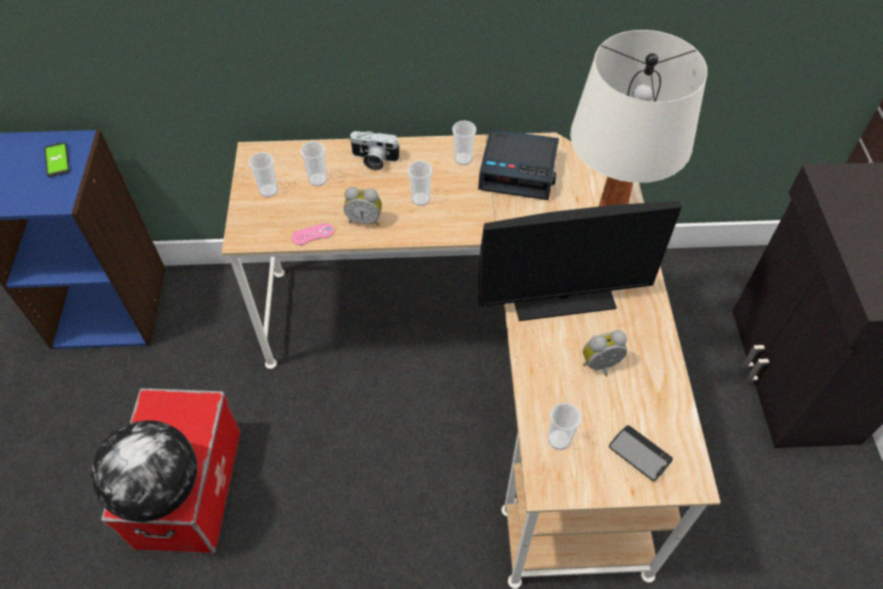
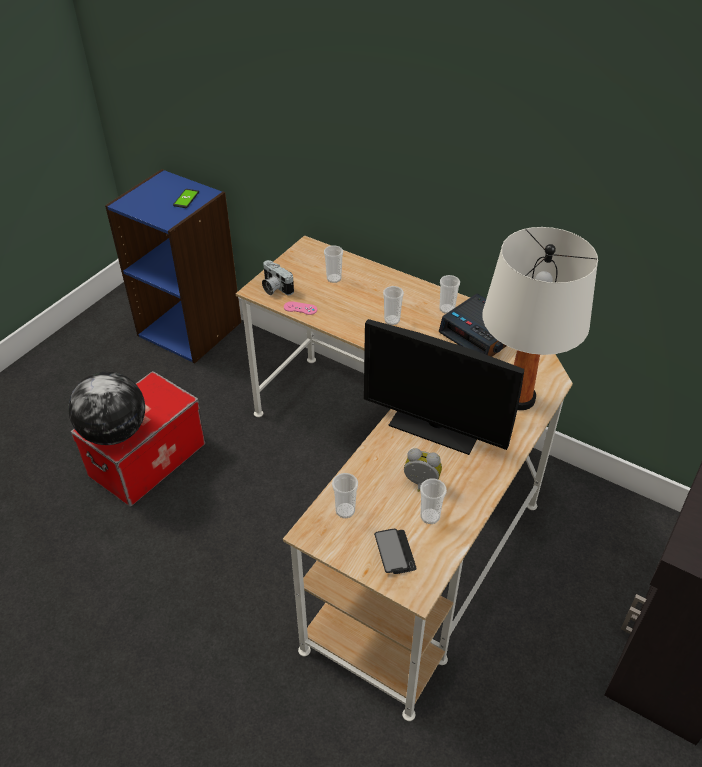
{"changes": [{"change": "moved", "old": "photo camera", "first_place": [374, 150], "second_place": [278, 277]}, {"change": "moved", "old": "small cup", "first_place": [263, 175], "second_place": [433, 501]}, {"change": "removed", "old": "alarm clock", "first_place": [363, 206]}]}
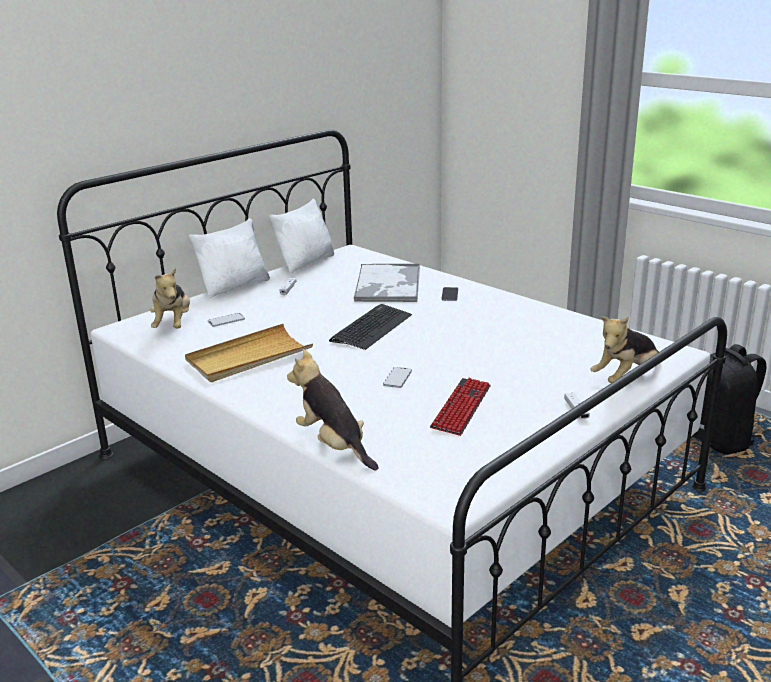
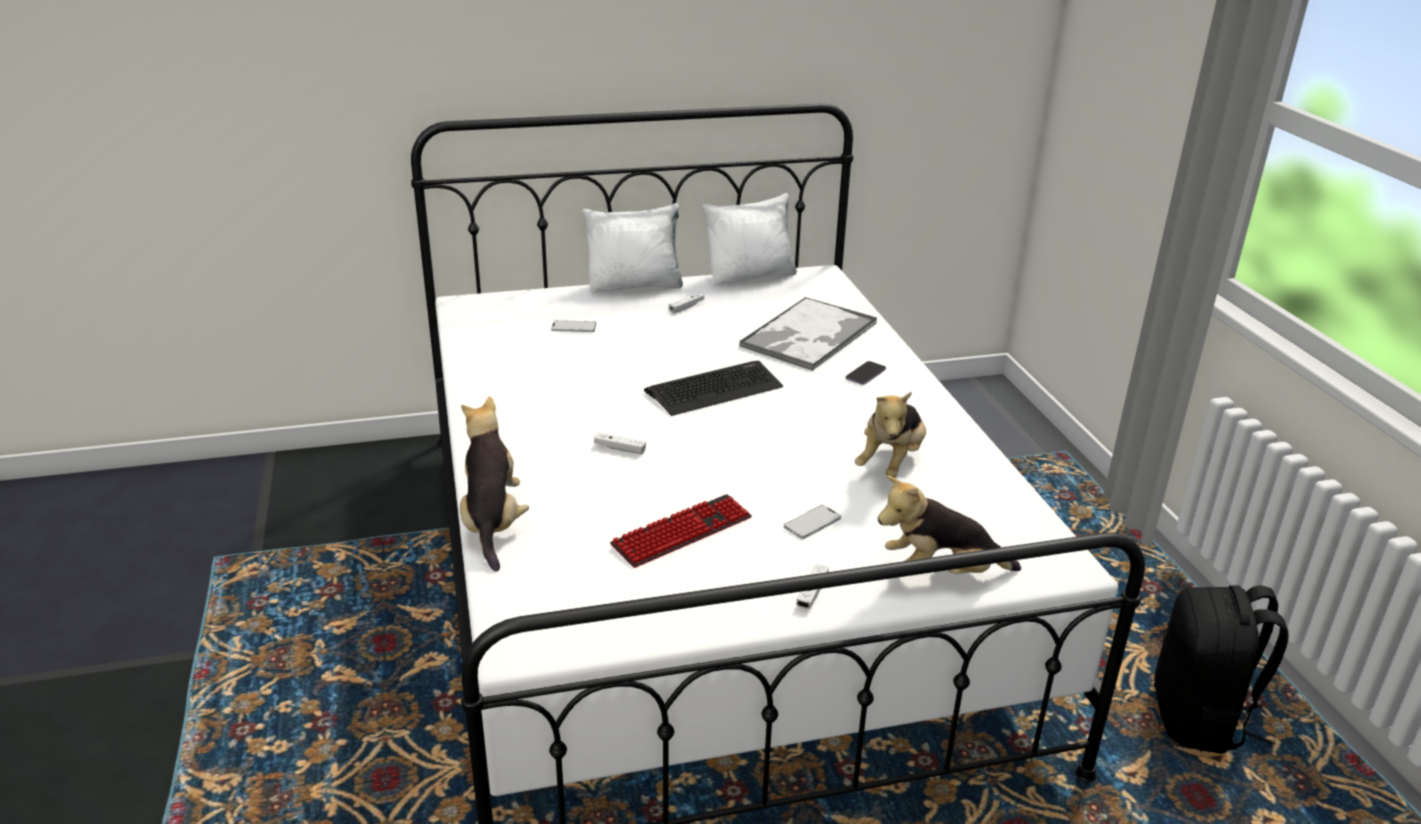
{"changes": [{"change": "moved", "old": "plush toy", "first_place": [170, 298], "second_place": [890, 434]}, {"change": "removed", "old": "sand-coloured carrying tray", "first_place": [249, 353]}, {"change": "moved", "old": "phone", "first_place": [397, 377], "second_place": [812, 522]}, {"change": "added", "new": "white gamepad", "second_place": [620, 443]}]}
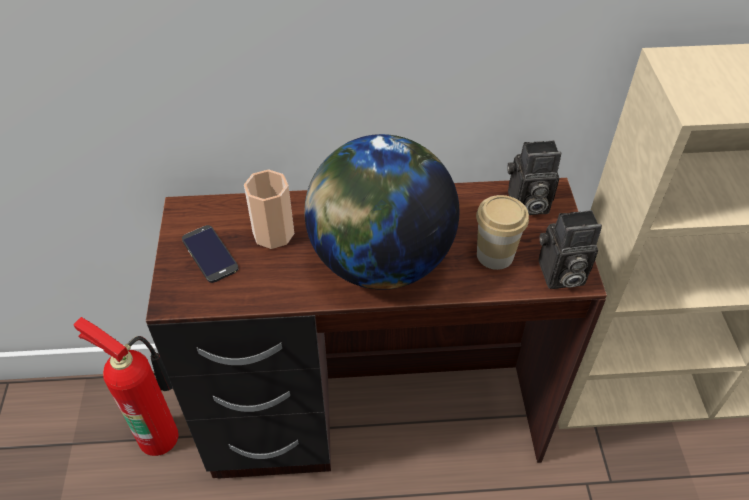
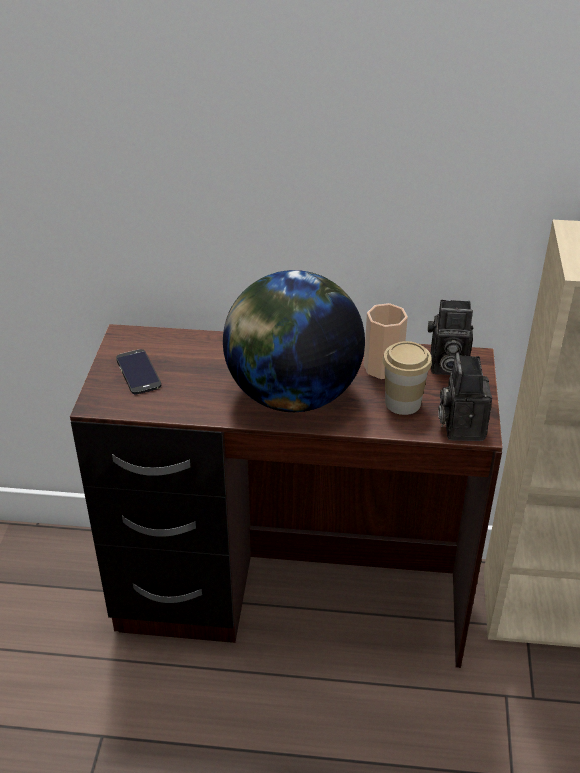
{"changes": [{"change": "moved", "old": "small cup", "first_place": [269, 209], "second_place": [386, 341]}, {"change": "turned", "old": "photo camera", "first_place": [570, 249], "second_place": [465, 397], "degrees": 90}, {"change": "removed", "old": "fire extinguisher", "first_place": [126, 386]}]}
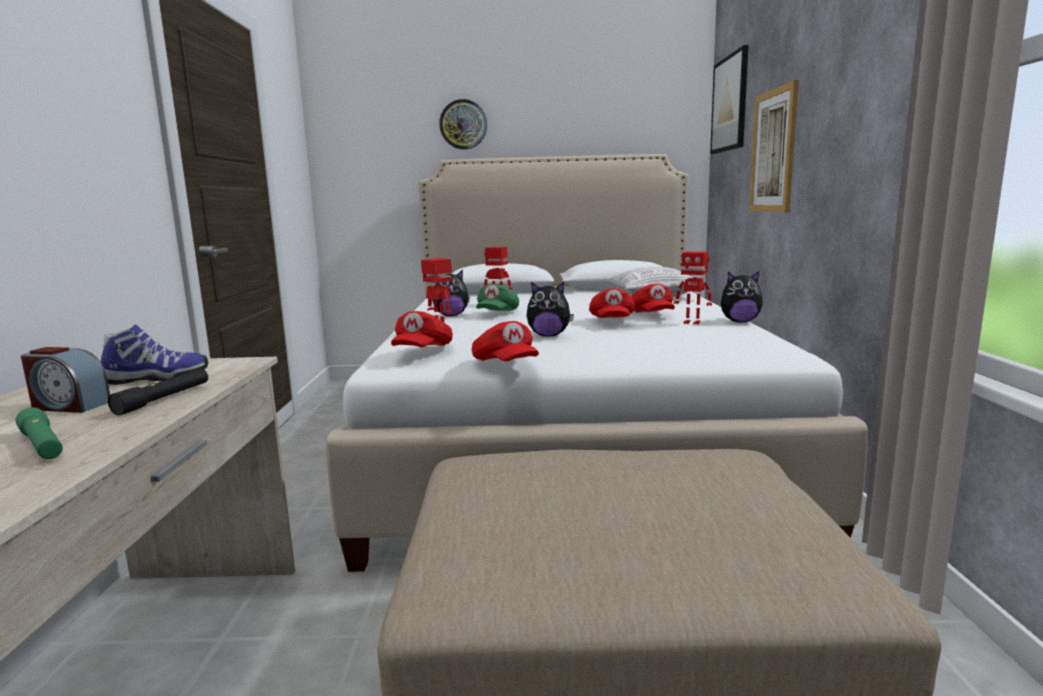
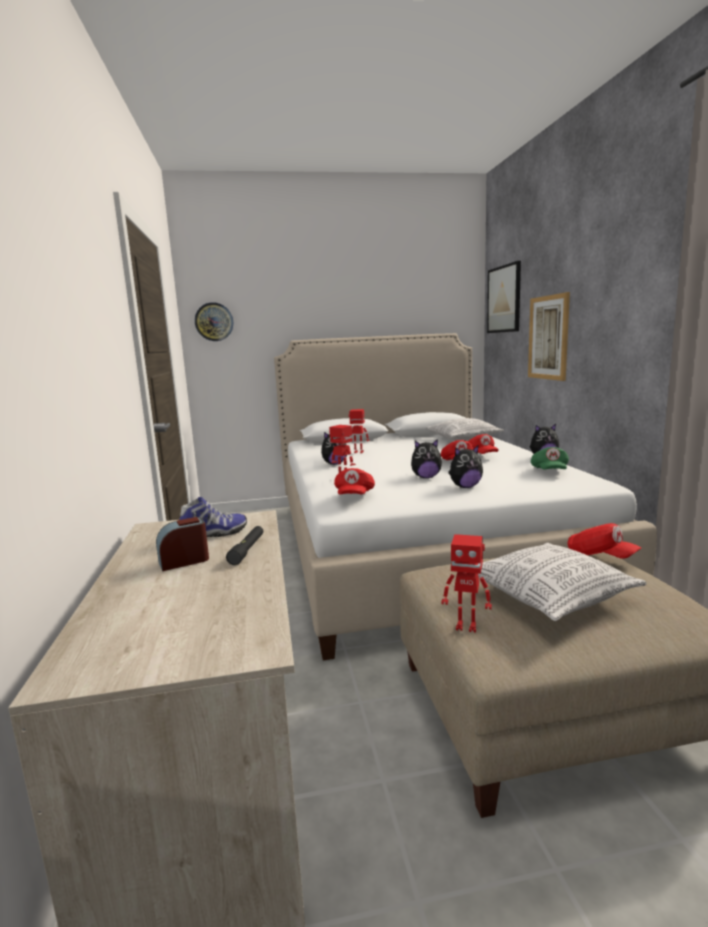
{"changes": [{"change": "moved", "old": "hanging clock", "first_place": [463, 124], "second_place": [214, 321]}, {"change": "moved", "old": "robot figure", "first_place": [693, 288], "second_place": [467, 583]}, {"change": "moved", "old": "green baseball cap", "first_place": [497, 297], "second_place": [550, 458]}, {"change": "moved", "old": "red baseball cap", "first_place": [505, 341], "second_place": [604, 541]}, {"change": "turned", "old": "alarm clock", "first_place": [65, 380], "second_place": [182, 544], "degrees": 150}, {"change": "removed", "old": "green hand torch", "first_place": [39, 433]}, {"change": "added", "new": "plush toy", "second_place": [465, 467]}, {"change": "added", "new": "throw pillow", "second_place": [562, 582]}]}
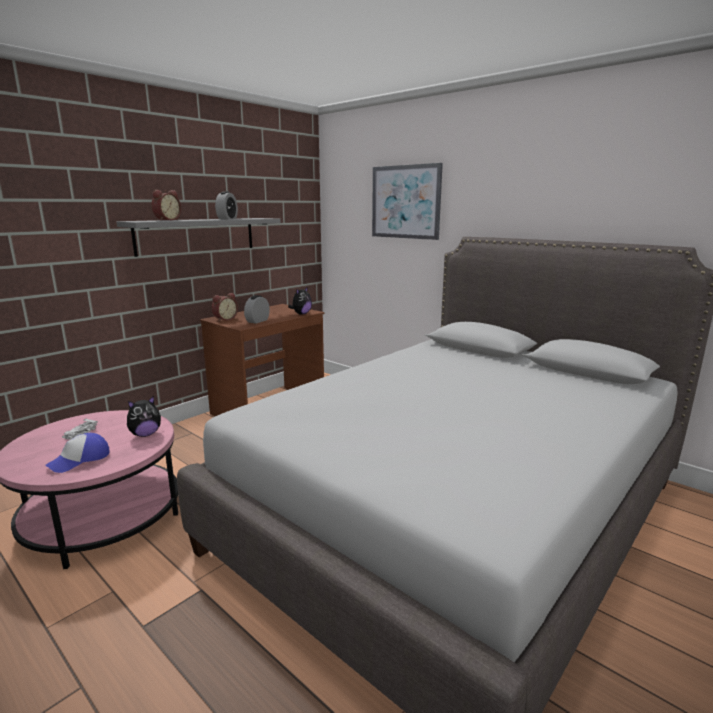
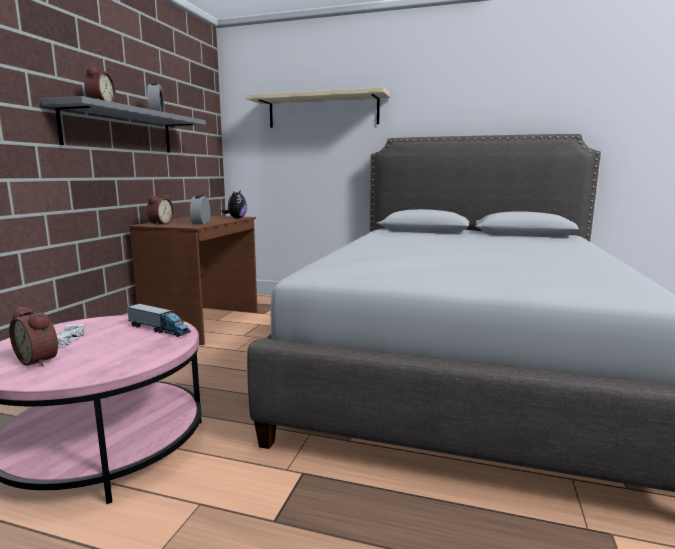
{"changes": [{"change": "replaced", "old": "picture", "new": "sand-coloured wall shelf", "first_place": [407, 201], "second_place": [318, 107]}, {"change": "replaced", "old": "plush toy", "new": "toy lorry", "first_place": [144, 416], "second_place": [159, 320]}, {"change": "removed", "old": "baseball cap", "first_place": [77, 453]}, {"change": "added", "new": "alarm clock", "second_place": [33, 337]}]}
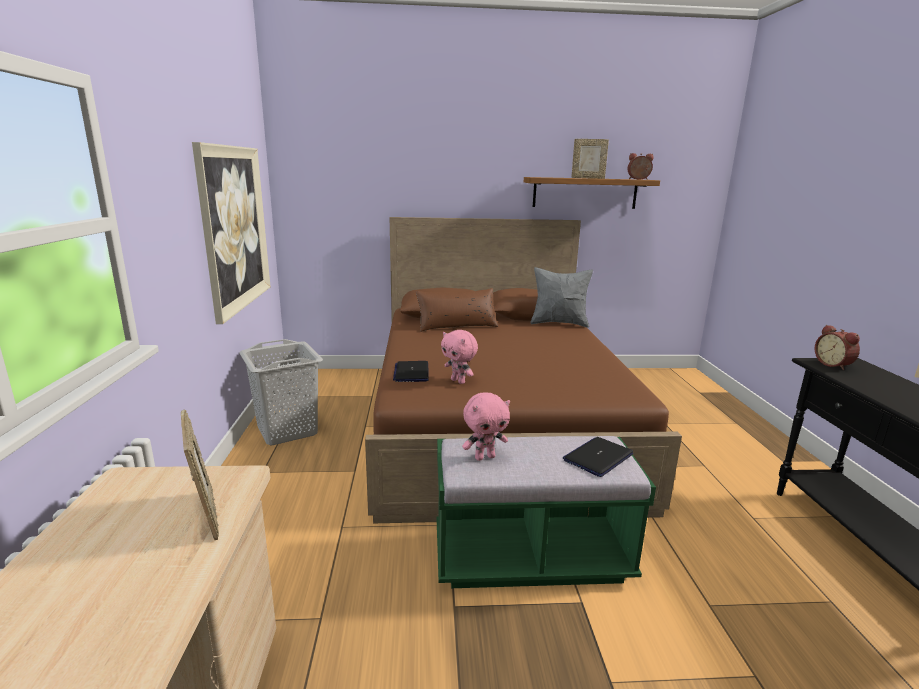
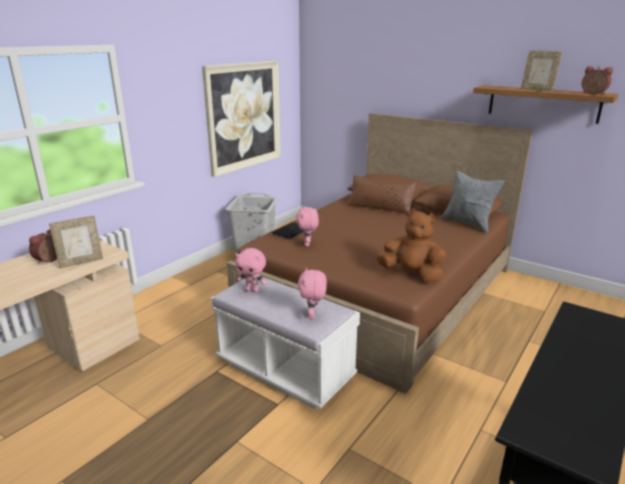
{"changes": [{"change": "moved", "old": "alarm clock", "first_place": [837, 347], "second_place": [43, 246]}, {"change": "turned", "old": "photo frame", "first_place": [200, 475], "second_place": [76, 242], "degrees": 45}, {"change": "recoloured", "old": "green bench", "new": "white bench", "first_place": [546, 512], "second_place": [285, 343]}, {"change": "replaced", "old": "laptop", "new": "pink plush toy", "first_place": [598, 457], "second_place": [312, 293]}, {"change": "added", "new": "brownish plush toy", "second_place": [411, 245]}]}
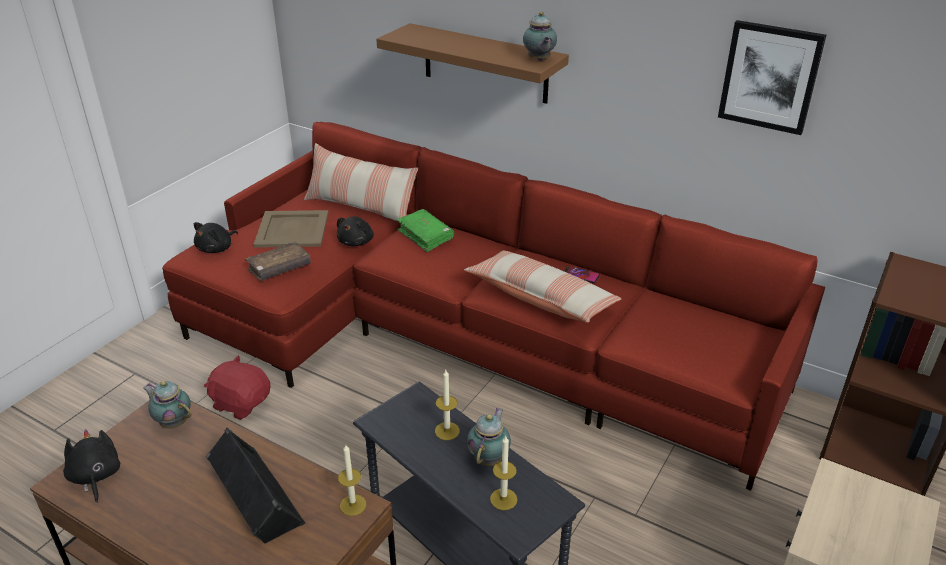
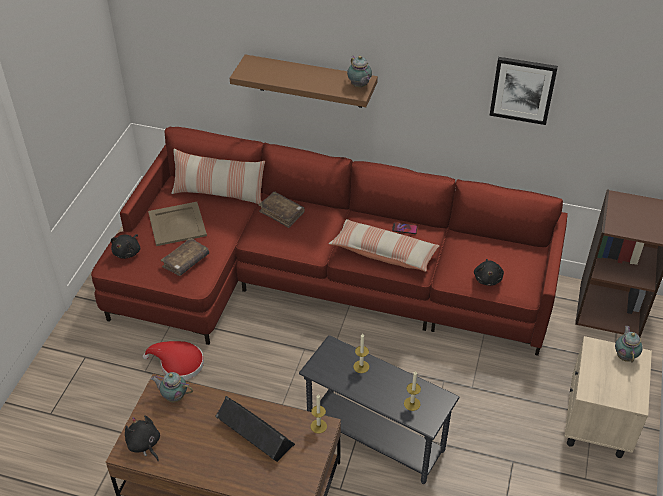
{"changes": [{"change": "recoloured", "old": "green bound book", "new": "brownish bound book", "first_place": [425, 230], "second_place": [281, 210]}, {"change": "moved", "old": "black plush toy", "first_place": [355, 231], "second_place": [489, 272]}, {"change": "replaced", "old": "red plush toy", "new": "red wearable hat", "first_place": [237, 387], "second_place": [173, 360]}, {"change": "moved", "old": "pot for tea", "first_place": [489, 437], "second_place": [629, 344]}]}
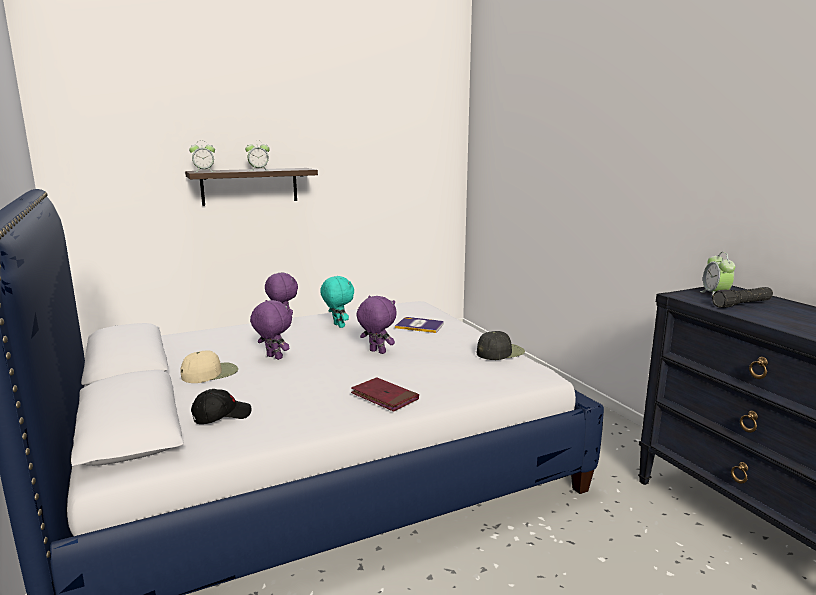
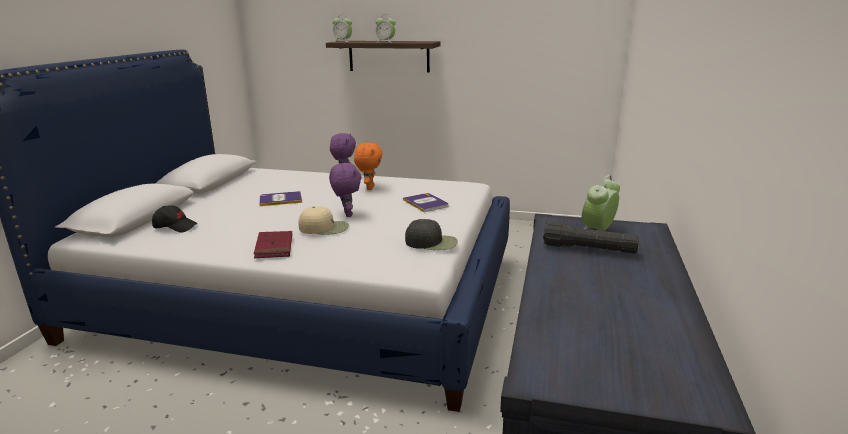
{"changes": [{"change": "recoloured", "old": "turquoise-coloured plush toy", "new": "orangey plush toy", "first_place": [337, 302], "second_place": [368, 166]}, {"change": "replaced", "old": "purplish plush toy", "new": "bound book", "first_place": [271, 330], "second_place": [280, 198]}, {"change": "moved", "old": "sand-coloured baseball cap", "first_place": [209, 366], "second_place": [323, 220]}]}
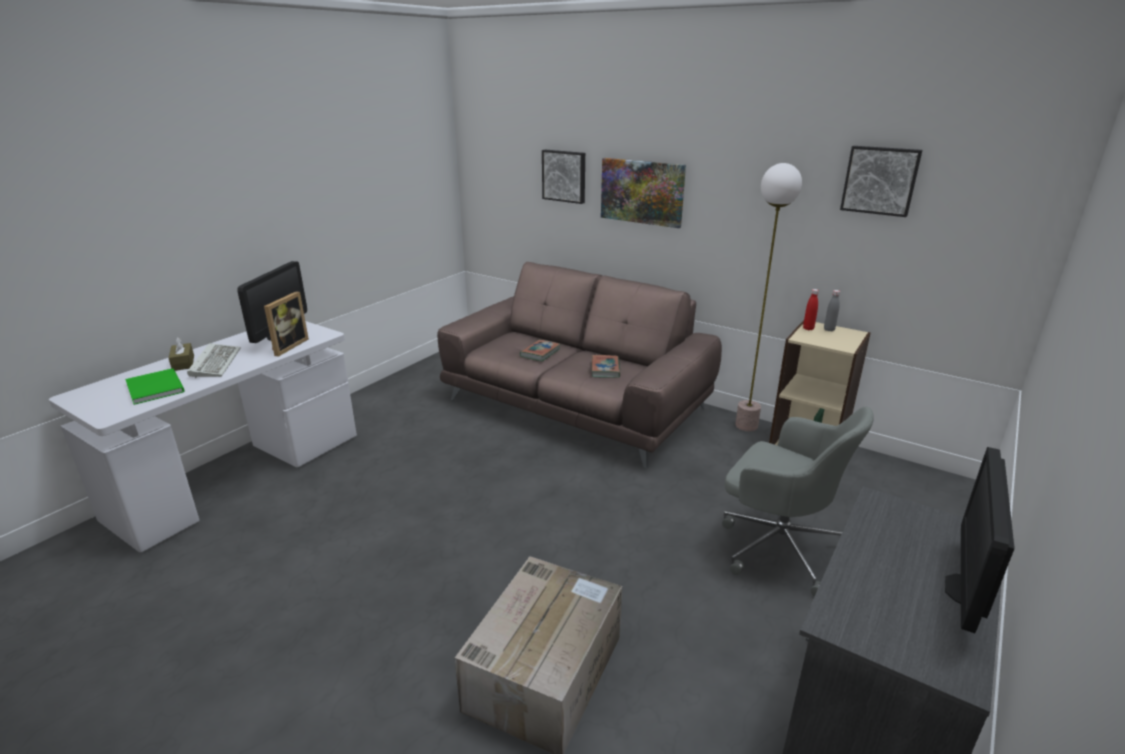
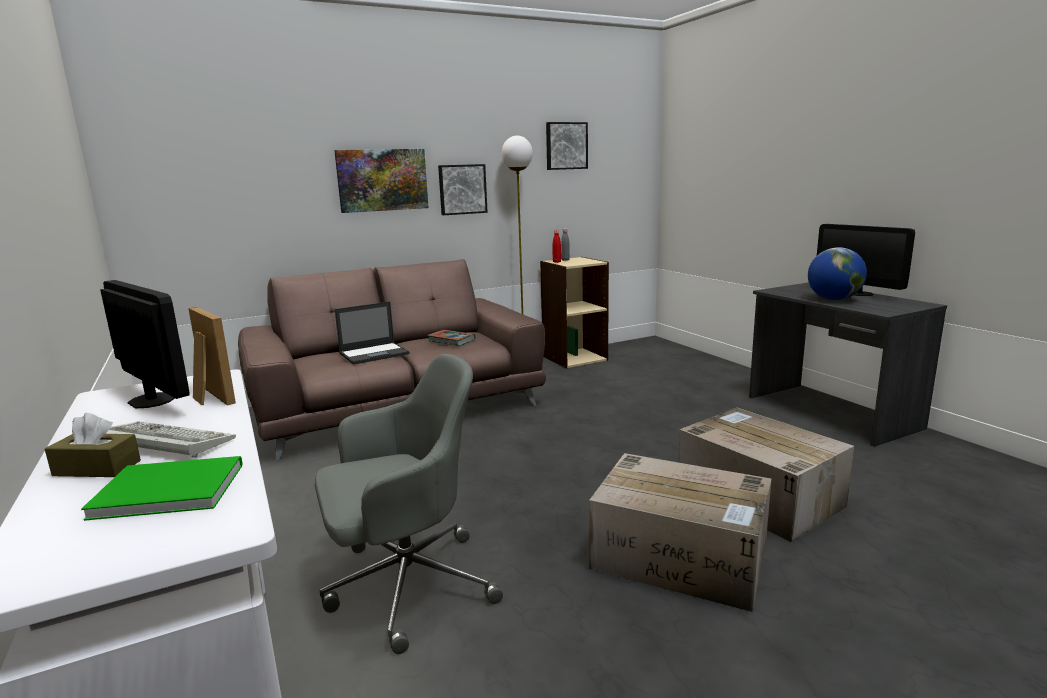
{"changes": [{"change": "moved", "old": "picture", "first_place": [563, 177], "second_place": [463, 189]}, {"change": "replaced", "old": "bound book", "new": "laptop", "first_place": [540, 350], "second_place": [372, 333]}, {"change": "moved", "old": "gray office chair", "first_place": [798, 501], "second_place": [409, 504]}, {"change": "added", "new": "desk globe", "second_place": [837, 274]}, {"change": "added", "new": "packing box", "second_place": [680, 532]}]}
